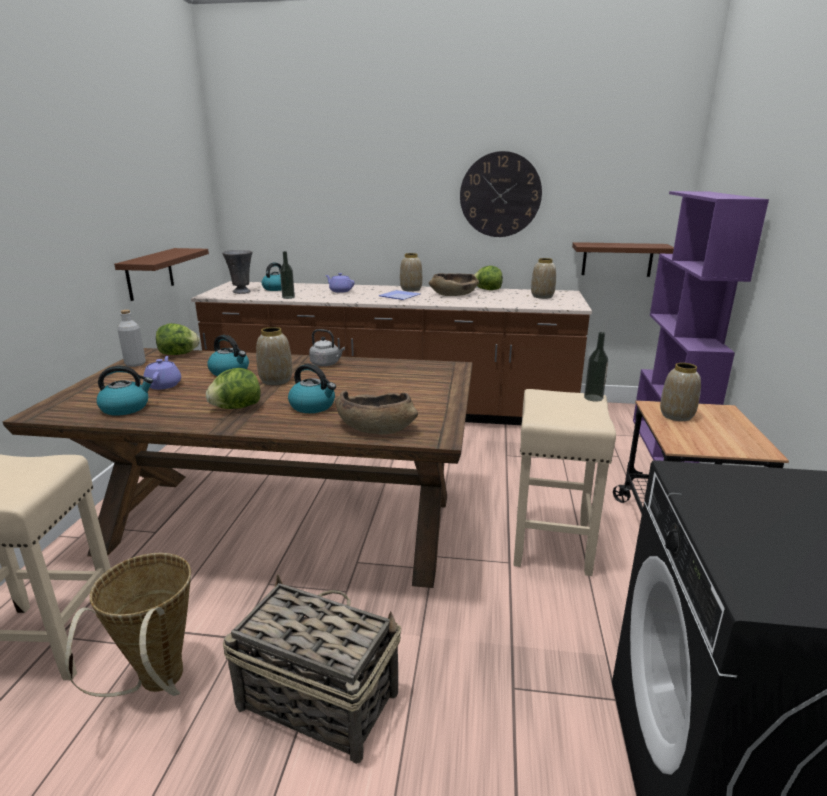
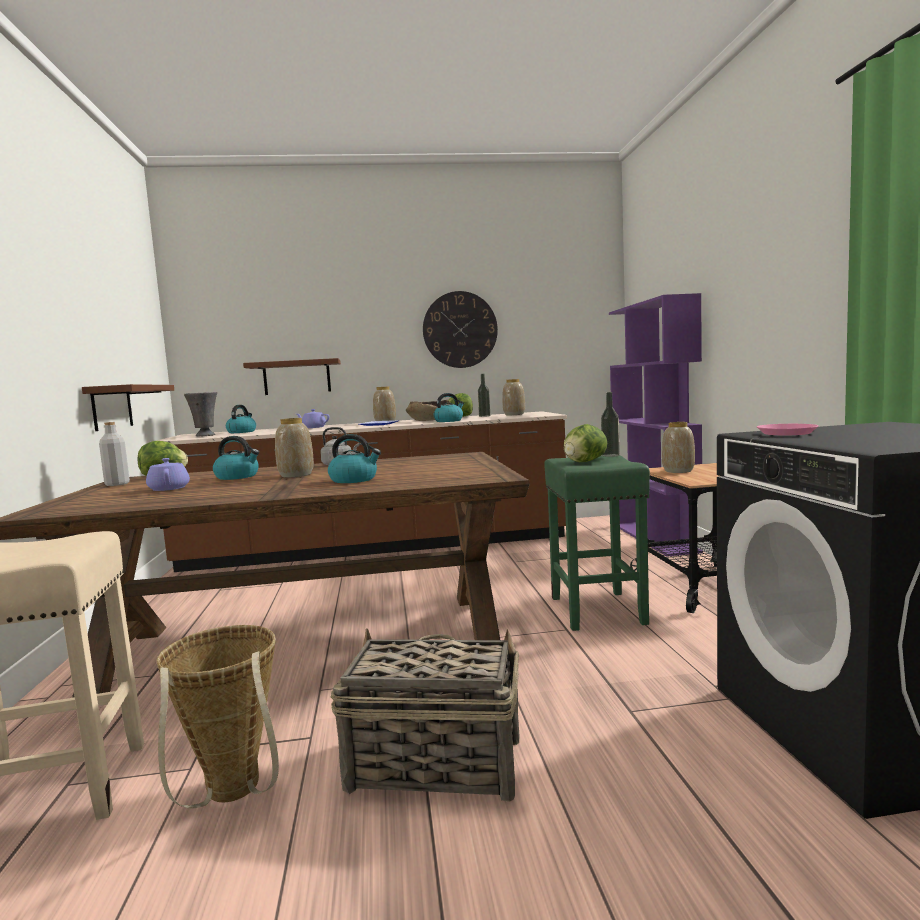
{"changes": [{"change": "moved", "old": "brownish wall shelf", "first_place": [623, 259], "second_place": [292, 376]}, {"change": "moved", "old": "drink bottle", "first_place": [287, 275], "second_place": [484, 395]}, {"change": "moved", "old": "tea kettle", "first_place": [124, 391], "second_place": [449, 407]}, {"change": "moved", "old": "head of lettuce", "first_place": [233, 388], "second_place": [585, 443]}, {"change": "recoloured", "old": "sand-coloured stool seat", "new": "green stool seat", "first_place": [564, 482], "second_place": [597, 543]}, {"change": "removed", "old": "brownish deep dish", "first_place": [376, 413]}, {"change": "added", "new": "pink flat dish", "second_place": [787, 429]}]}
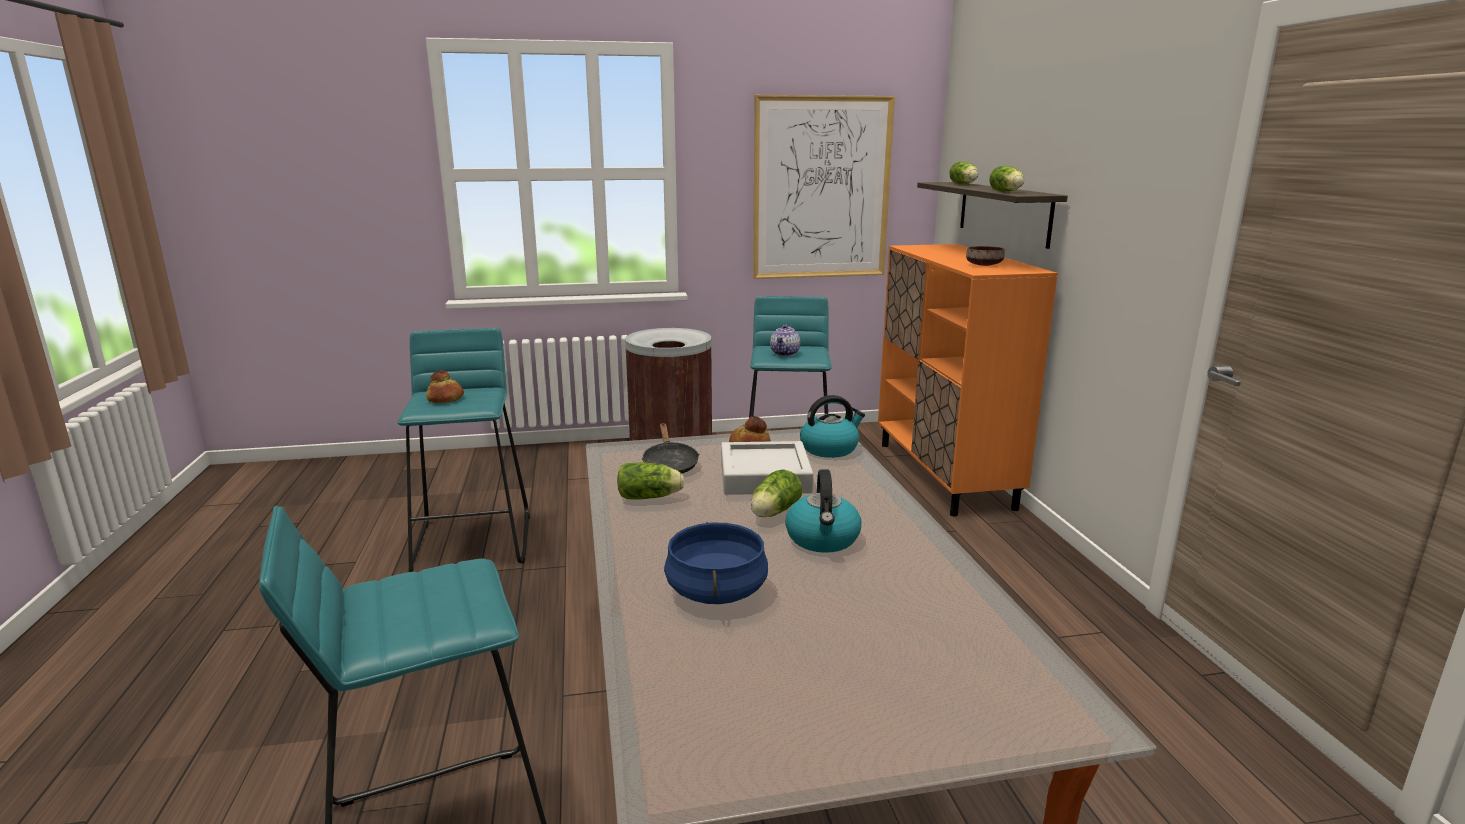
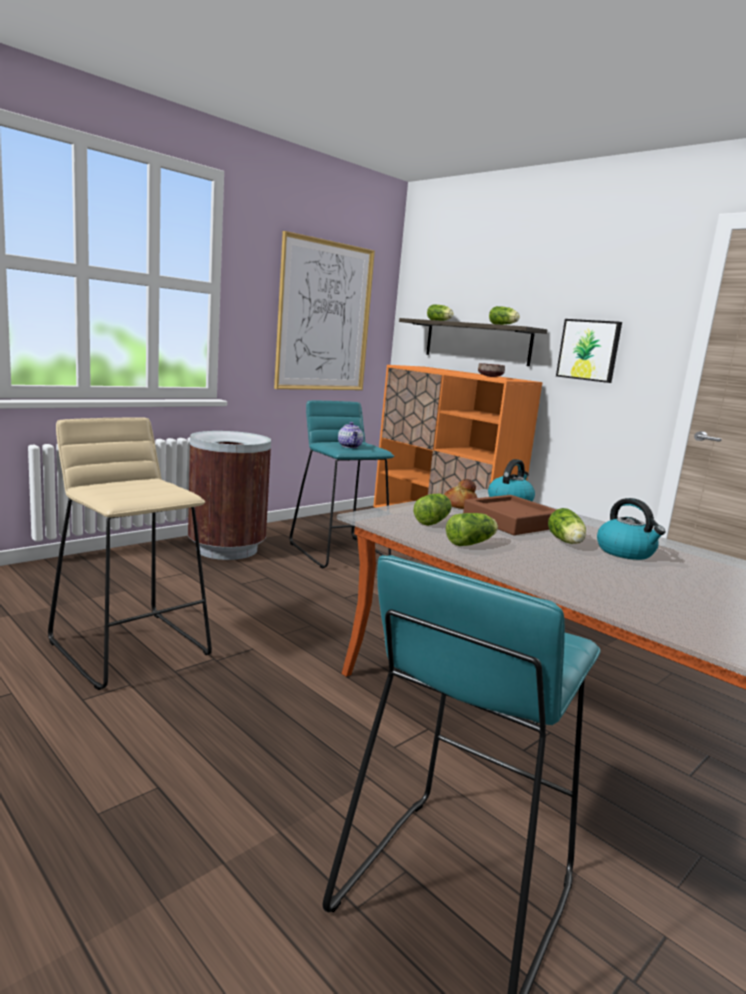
{"changes": [{"change": "recoloured", "old": "turquoise-coloured stool seat", "new": "sand-coloured stool seat", "first_place": [463, 450], "second_place": [130, 553]}, {"change": "removed", "old": "bread", "first_place": [445, 386]}, {"change": "replaced", "old": "black skillet", "new": "head of lettuce", "first_place": [670, 448], "second_place": [433, 510]}, {"change": "recoloured", "old": "gray carrying tray", "new": "brownish carrying tray", "first_place": [767, 467], "second_place": [509, 515]}, {"change": "removed", "old": "blue stockpot", "first_place": [716, 563]}, {"change": "added", "new": "picture", "second_place": [589, 351]}]}
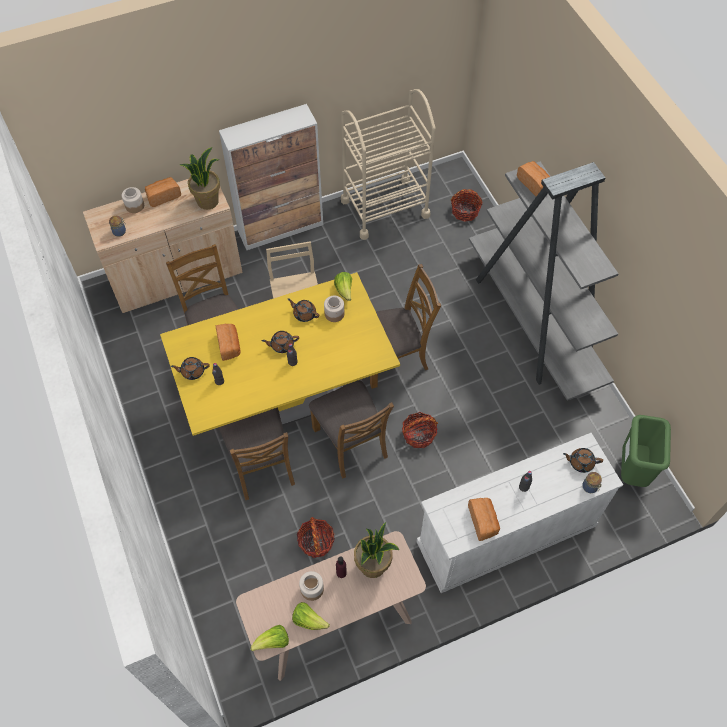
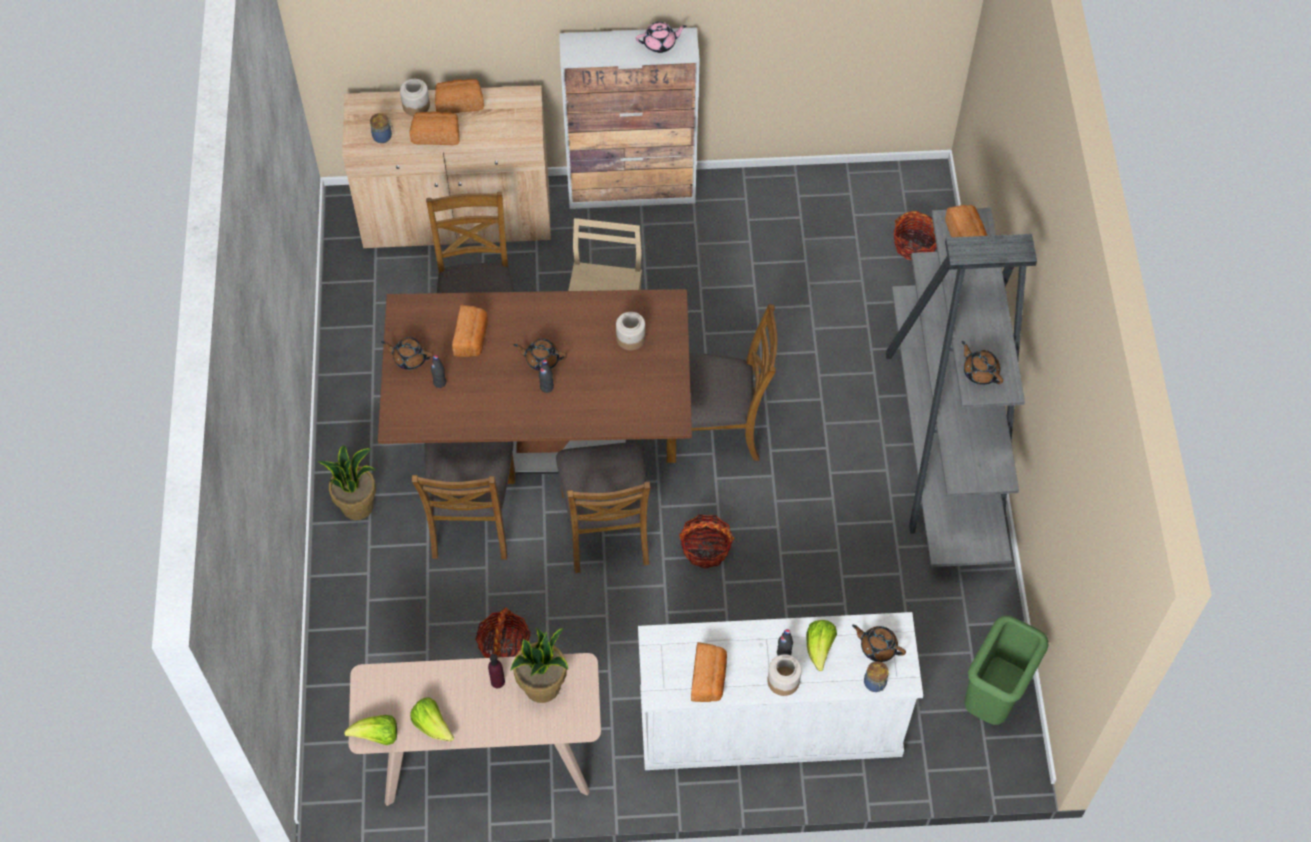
{"changes": [{"change": "removed", "old": "sand-coloured wheeled cart", "first_place": [388, 164]}, {"change": "moved", "old": "potted plant", "first_place": [200, 178], "second_place": [347, 482]}, {"change": "recoloured", "old": "yellow-coloured dinner table", "new": "brownish dinner table", "first_place": [280, 354], "second_place": [535, 381]}, {"change": "moved", "old": "head of lettuce", "first_place": [343, 286], "second_place": [821, 645]}, {"change": "moved", "old": "brownish pot for tea", "first_place": [303, 310], "second_place": [982, 363]}, {"change": "moved", "old": "preserve jar", "first_place": [311, 586], "second_place": [784, 675]}, {"change": "added", "new": "pink pot for tea", "second_place": [661, 37]}, {"change": "added", "new": "bread", "second_place": [434, 128]}]}
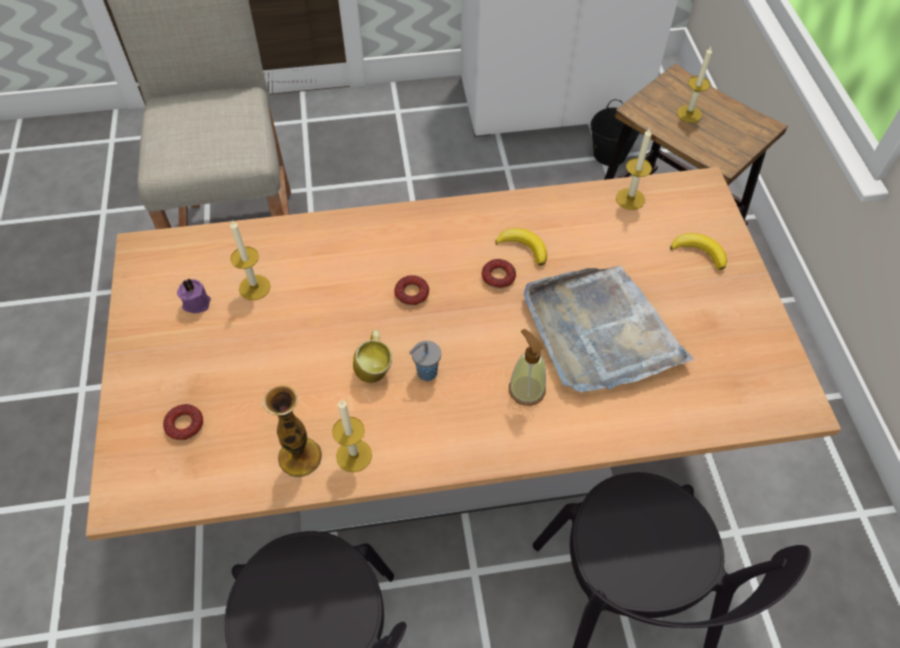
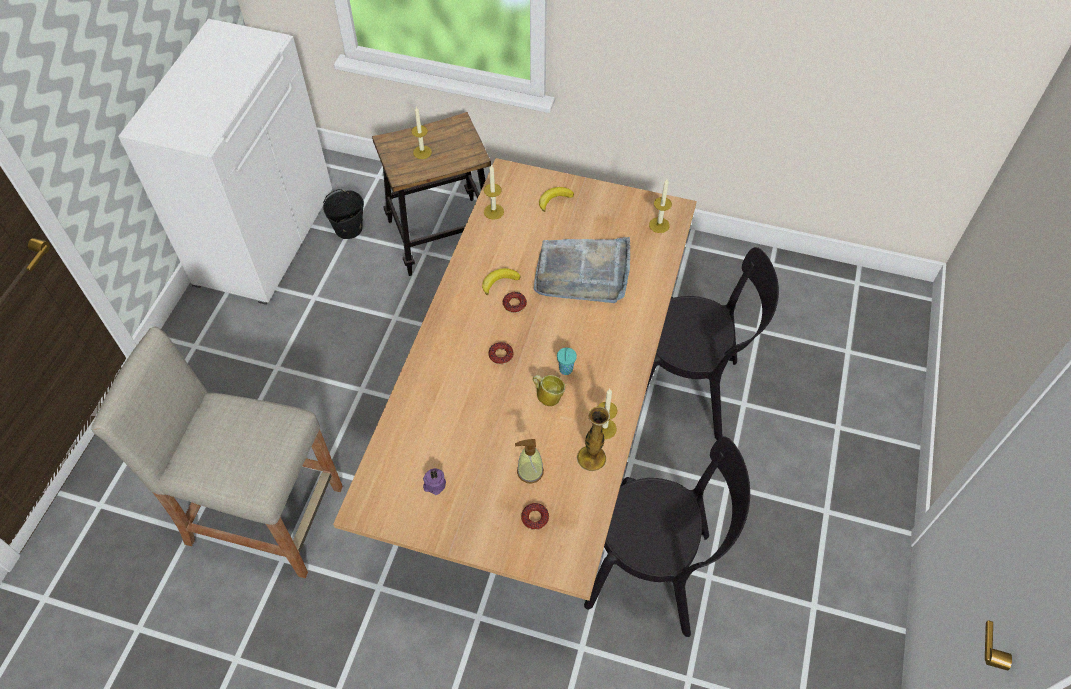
{"changes": [{"change": "moved", "old": "wax candle", "first_place": [250, 260], "second_place": [660, 206]}, {"change": "moved", "old": "liquid soap bottle", "first_place": [527, 367], "second_place": [529, 461]}, {"change": "recoloured", "old": "gray small cup", "new": "turquoise-coloured small cup", "first_place": [425, 361], "second_place": [567, 361]}]}
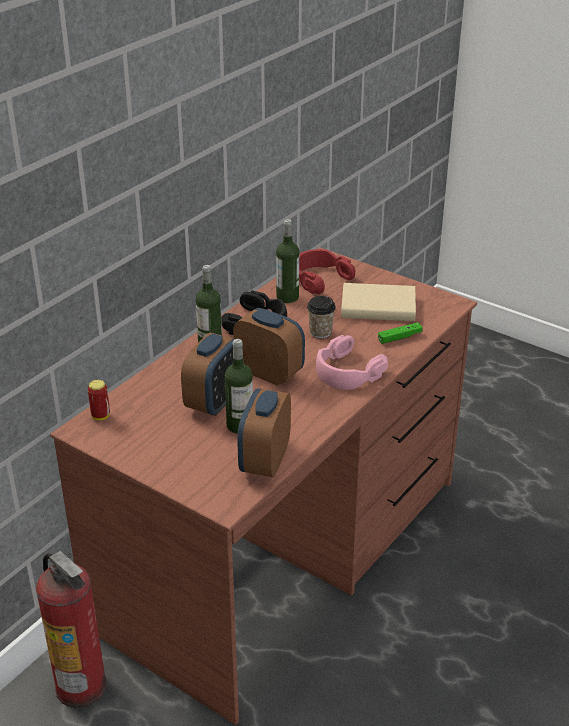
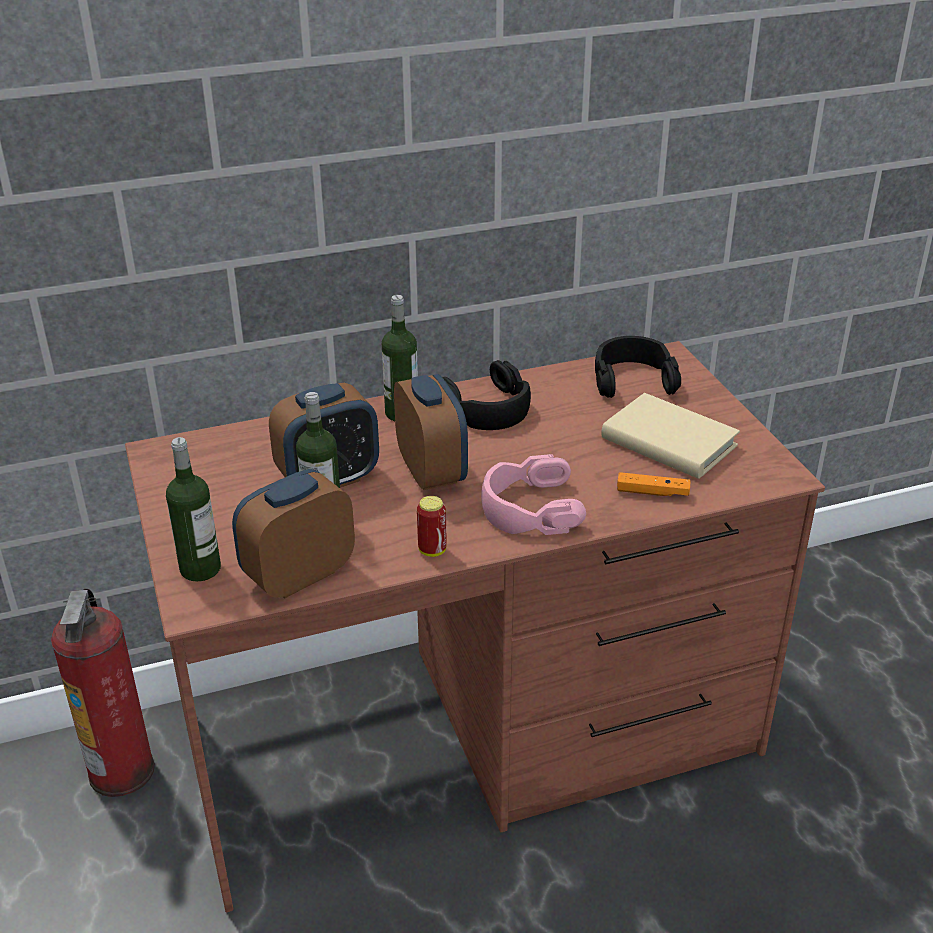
{"changes": [{"change": "moved", "old": "drink bottle", "first_place": [287, 261], "second_place": [193, 509]}, {"change": "recoloured", "old": "red headphones", "new": "black headphones", "first_place": [327, 271], "second_place": [638, 367]}, {"change": "removed", "old": "small cup", "first_place": [321, 317]}, {"change": "recoloured", "old": "green gamepad", "new": "orangey gamepad", "first_place": [400, 333], "second_place": [654, 484]}, {"change": "moved", "old": "sealed can", "first_place": [99, 400], "second_place": [431, 526]}]}
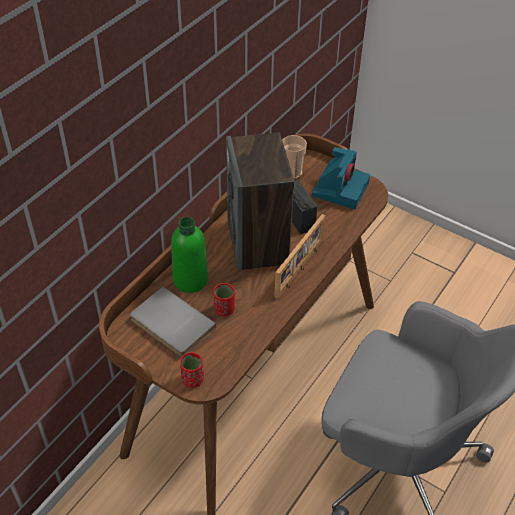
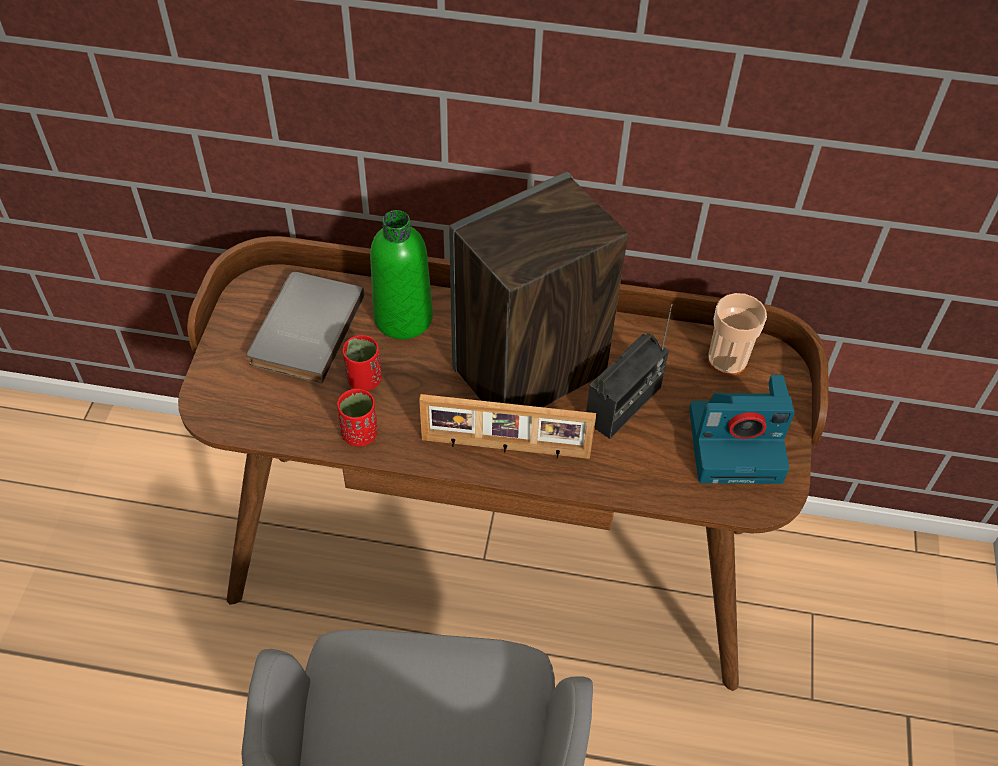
{"changes": [{"change": "moved", "old": "red small cup", "first_place": [192, 370], "second_place": [357, 417]}]}
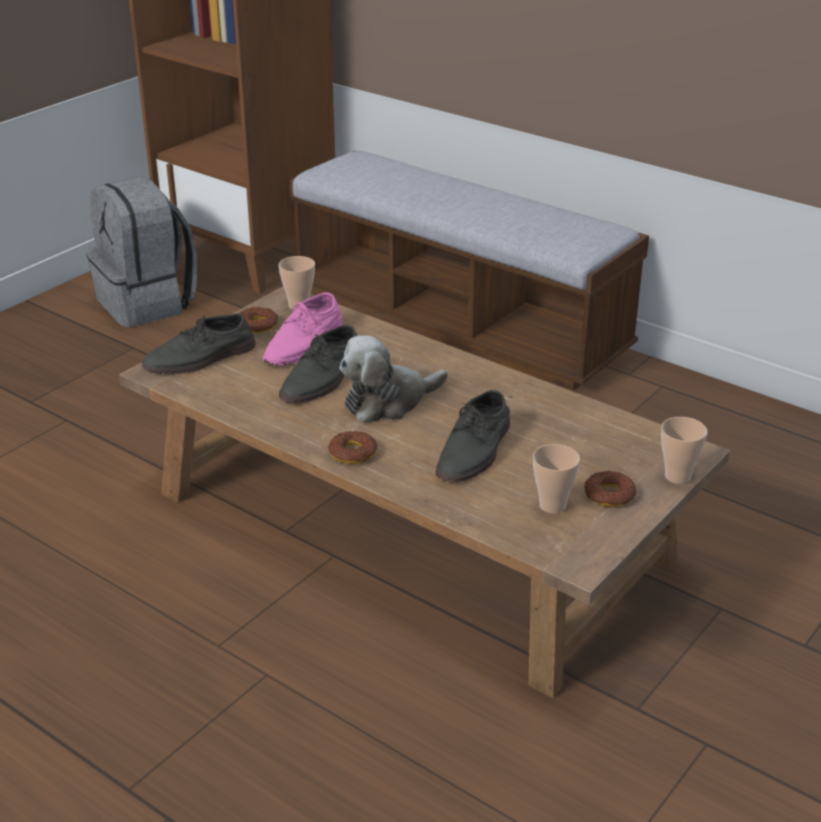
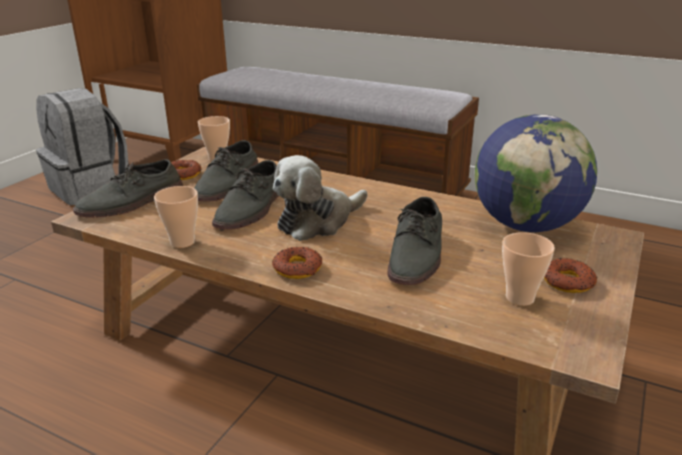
{"changes": [{"change": "recoloured", "old": "pink item of footwear", "new": "gray item of footwear", "first_place": [303, 329], "second_place": [226, 171]}, {"change": "moved", "old": "small cup", "first_place": [684, 450], "second_place": [176, 217]}, {"change": "added", "new": "desk globe", "second_place": [536, 173]}]}
